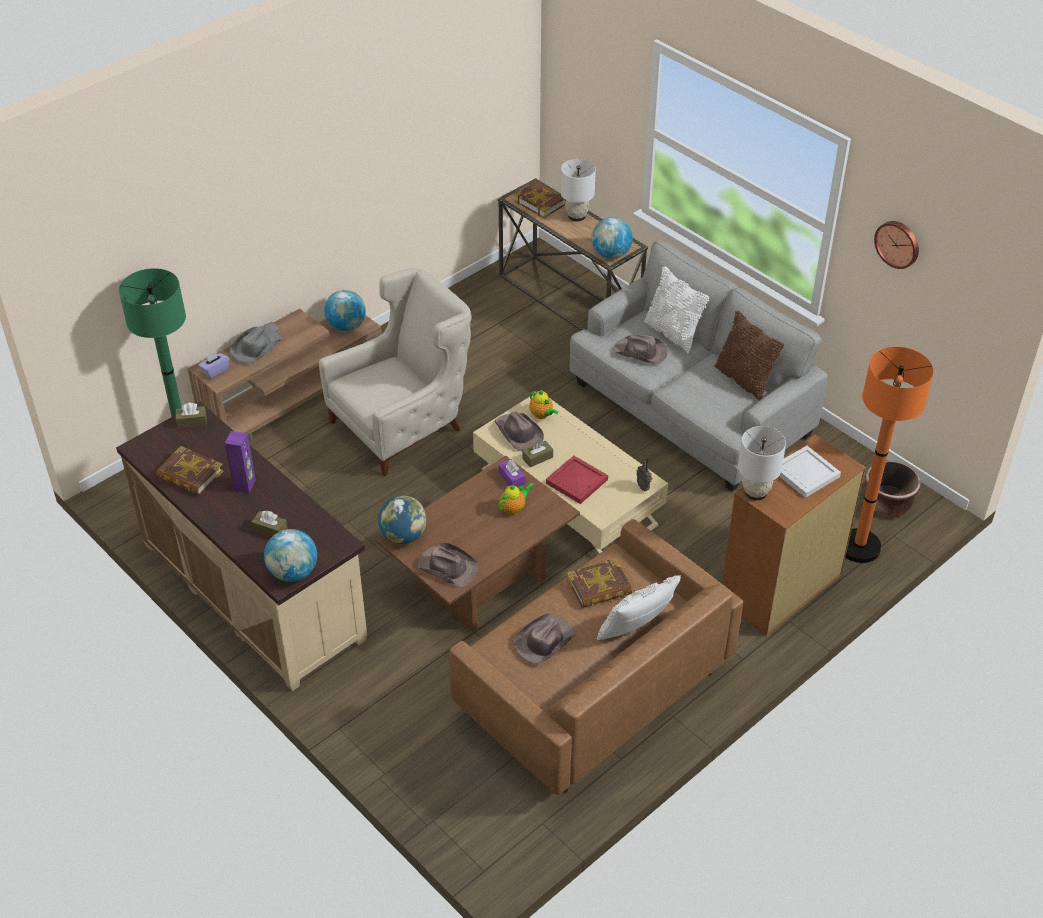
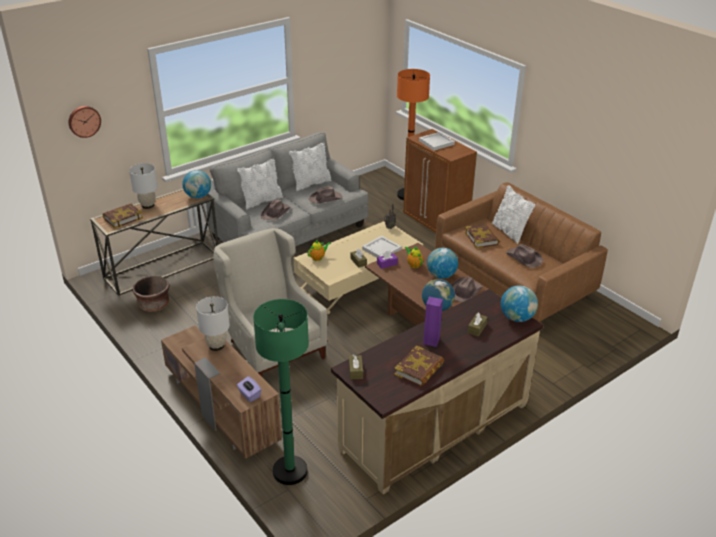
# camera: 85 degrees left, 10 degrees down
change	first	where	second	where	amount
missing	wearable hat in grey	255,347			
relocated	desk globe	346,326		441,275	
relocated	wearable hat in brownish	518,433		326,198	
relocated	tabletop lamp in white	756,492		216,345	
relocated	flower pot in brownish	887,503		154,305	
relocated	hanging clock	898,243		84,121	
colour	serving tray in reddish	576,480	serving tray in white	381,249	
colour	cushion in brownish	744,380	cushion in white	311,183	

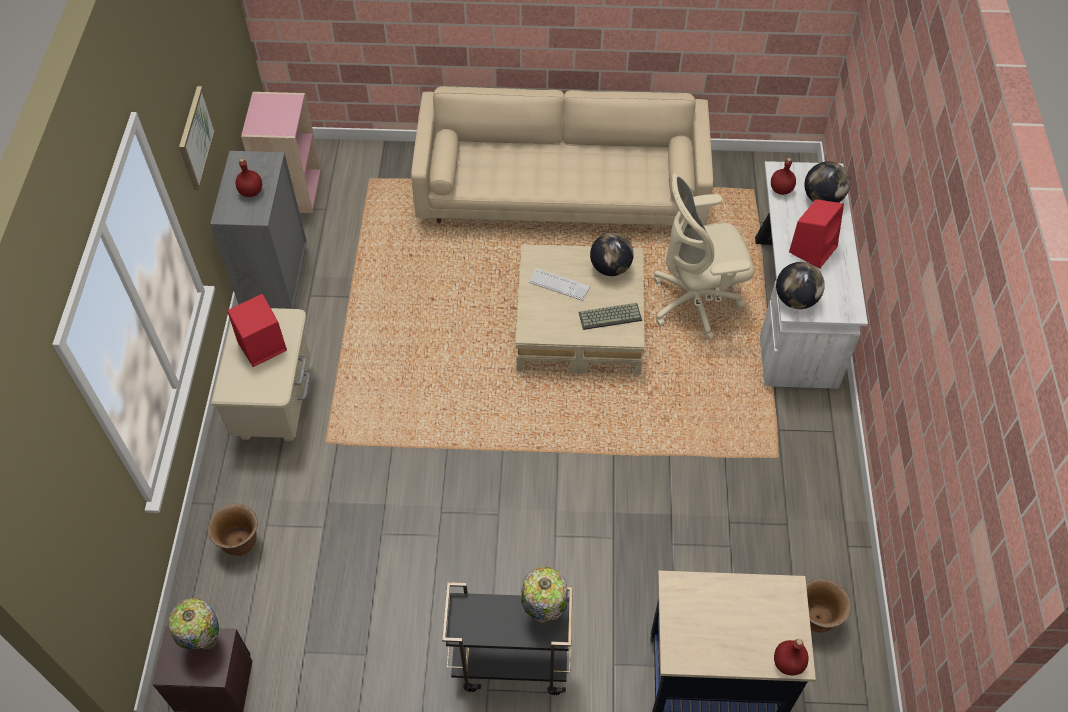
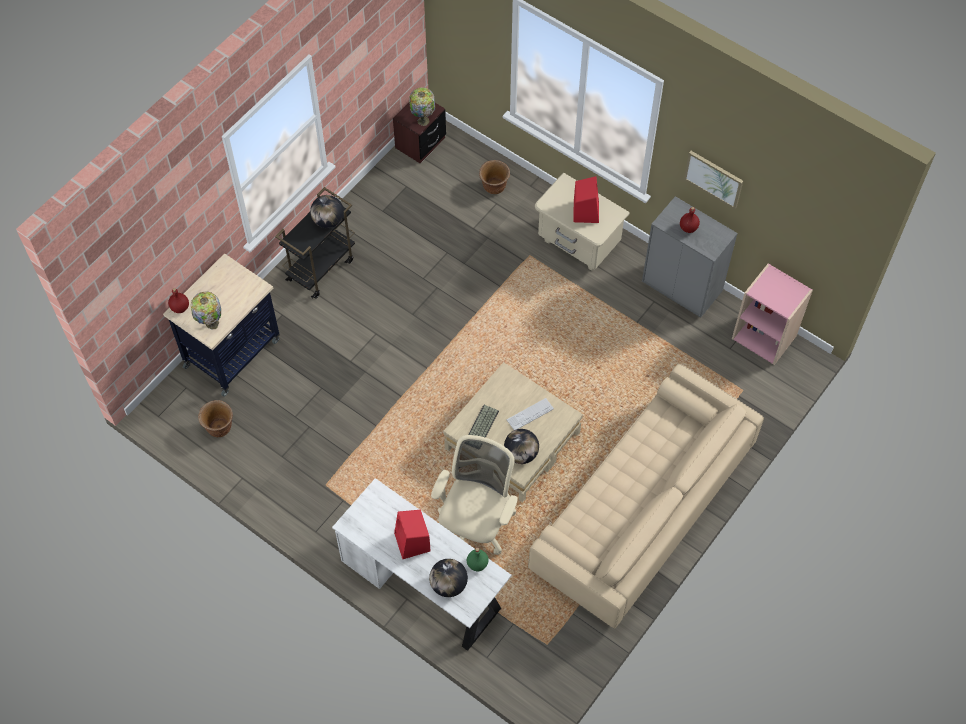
# camera: 125 degrees right, 5 degrees up
change	first	where	second	where	amount
relocated	tabletop lamp	543,613		211,324	
relocated	desk globe	795,299		328,221	
colour	bottle in reddish	781,190	bottle in green-coloured	477,563	

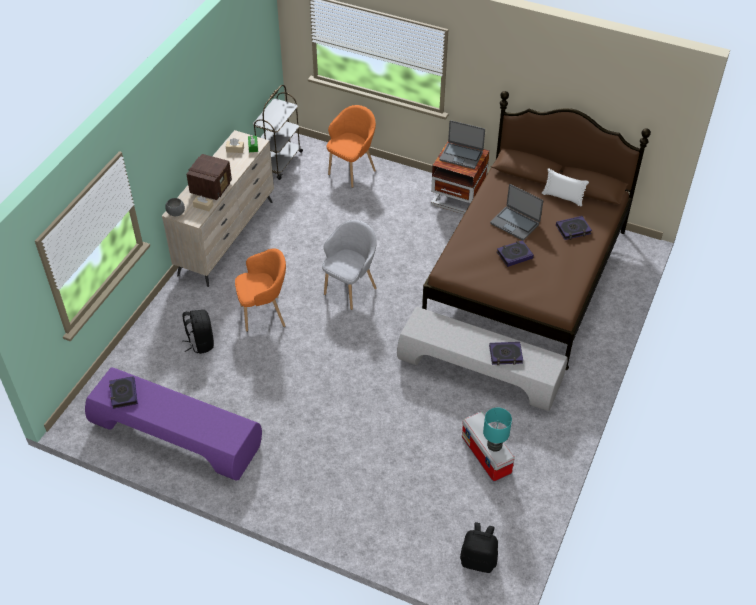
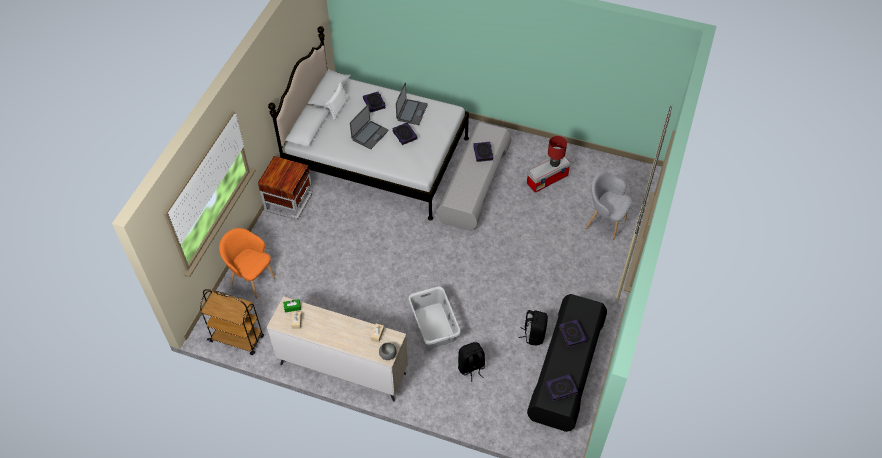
# camera: 95 degrees left, 5 degrees up
change	first	where	second	where	amount
missing	radio	211,187			
appeared			volume	572,334	
relocated	armchair in grey	350,289		604,222	
relocated	notebook computer	461,156		411,112	
relocated	rucksack in blackish	478,560		533,335	
exchanged	armchair in orange	265,314	hamper in grey	434,325	
colour	bench in purplish	176,435	bench in blackish	566,368	
colour	wheeled cart in grey	279,163	wheeled cart in brownish	237,339	
colour	bedroom bed in brownish	526,275	bedroom bed in white	378,158	
colour	tabletop lamp in turquoise	494,445	tabletop lamp in reddish	554,163	

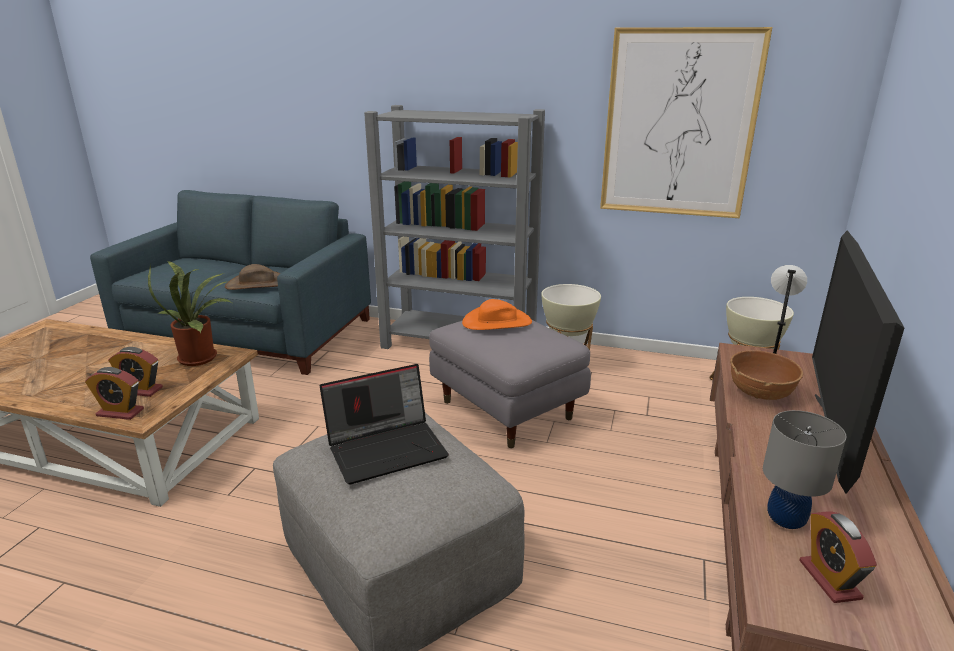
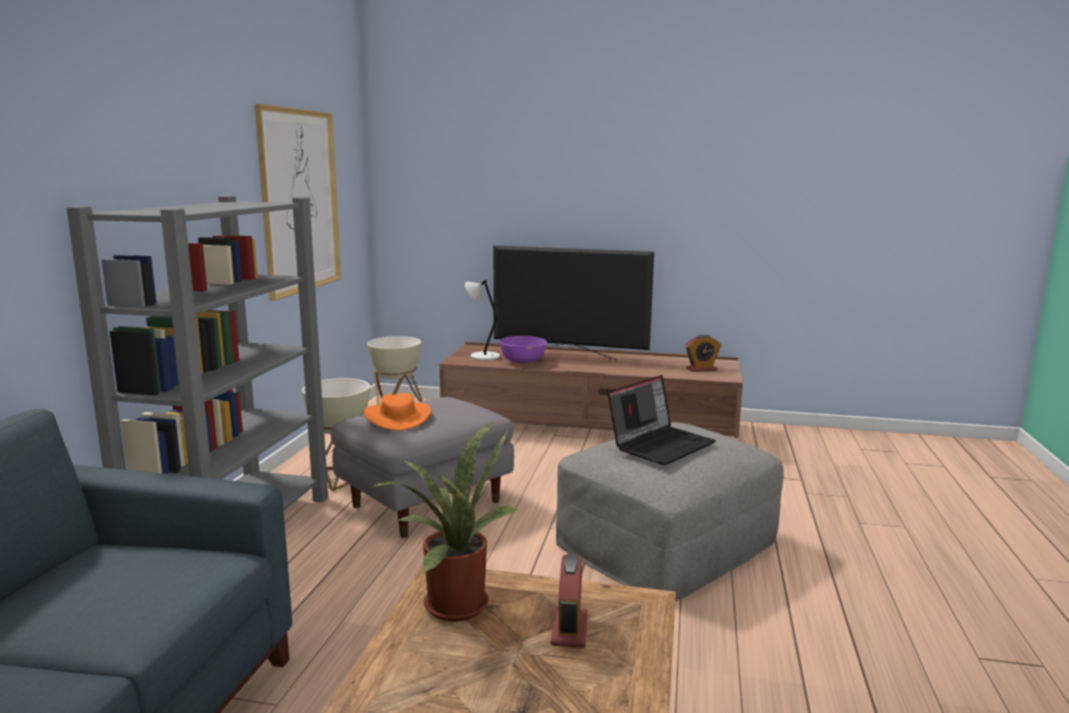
# camera: 95 degrees left, 10 degrees down
change	first	where	second	where	amount
missing	alarm clock	120,412			
missing	wearable hat in brownish	257,284			
missing	tabletop lamp in grey	784,521			
colour	deep dish in brownish	760,393	deep dish in purplish	522,362	
spun	notebook computer	387,448		661,444	75 degrees clockwise

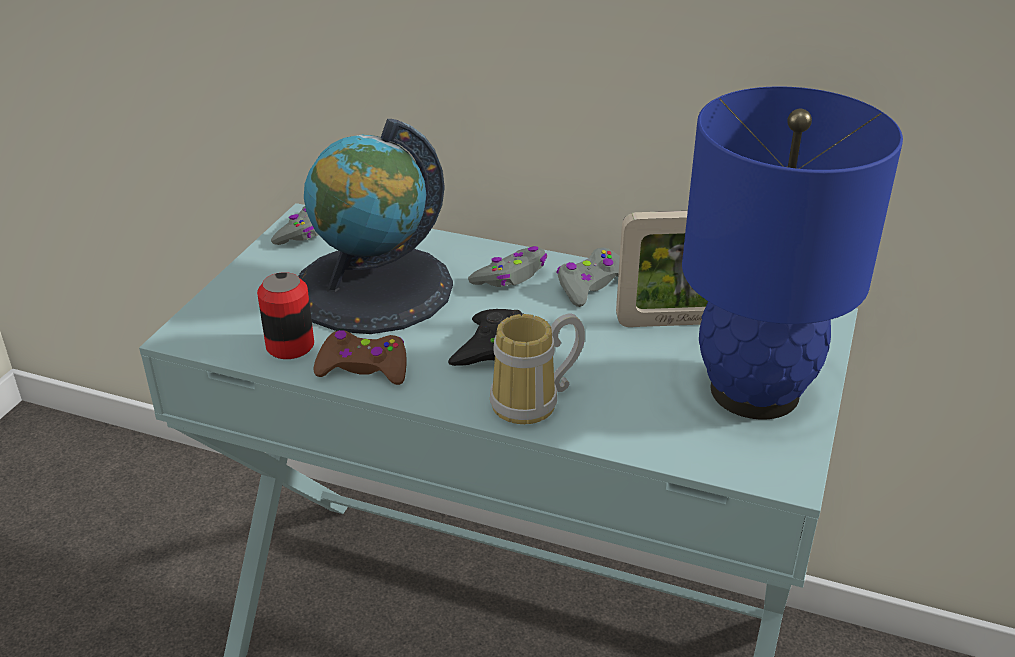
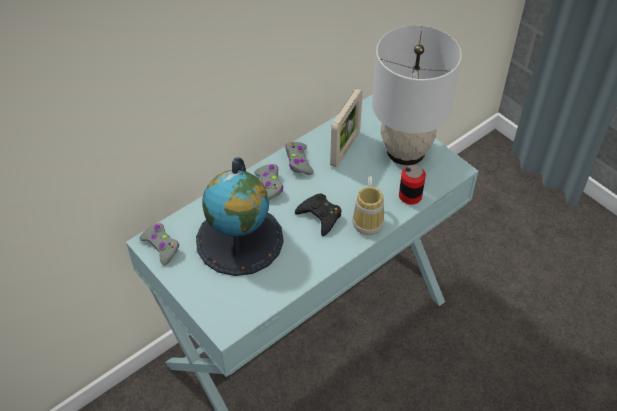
# camera: 60 degrees left, 15 degrees up
change	first	where	second	where	amount
missing	gamepad in brownish	363,368			
relocated	sealed can	290,346		410,196	
colour	tabletop lamp in bluish	754,391	tabletop lamp in white	405,151	

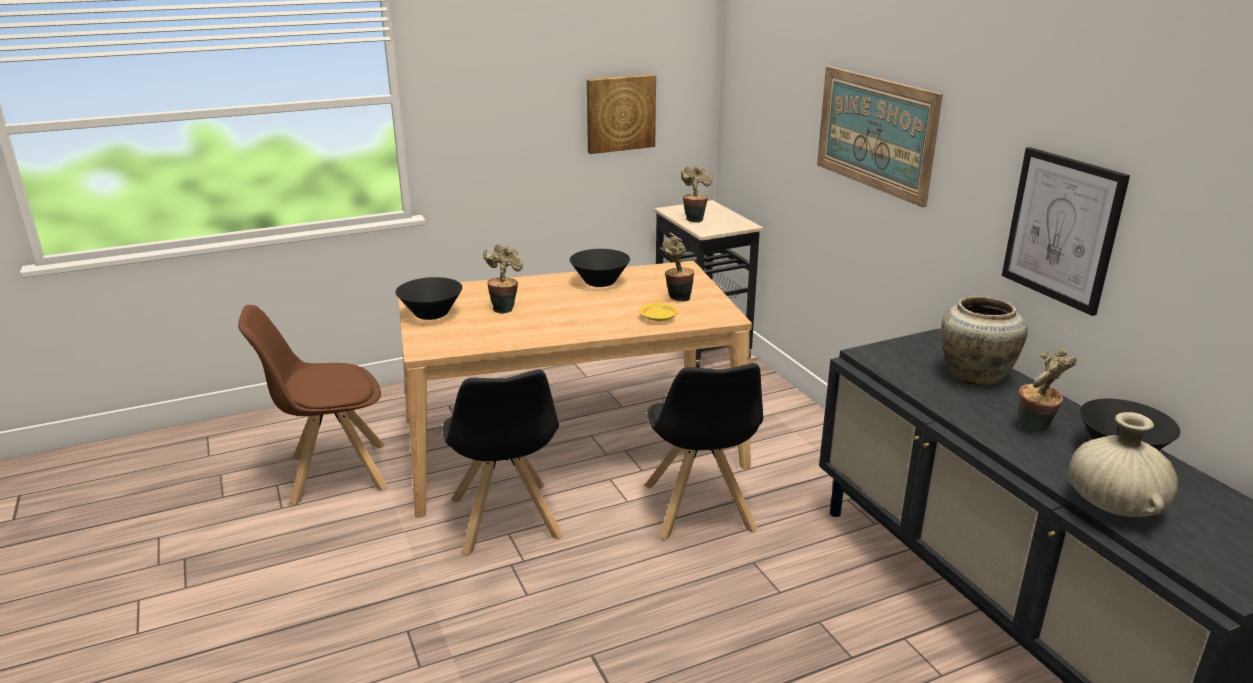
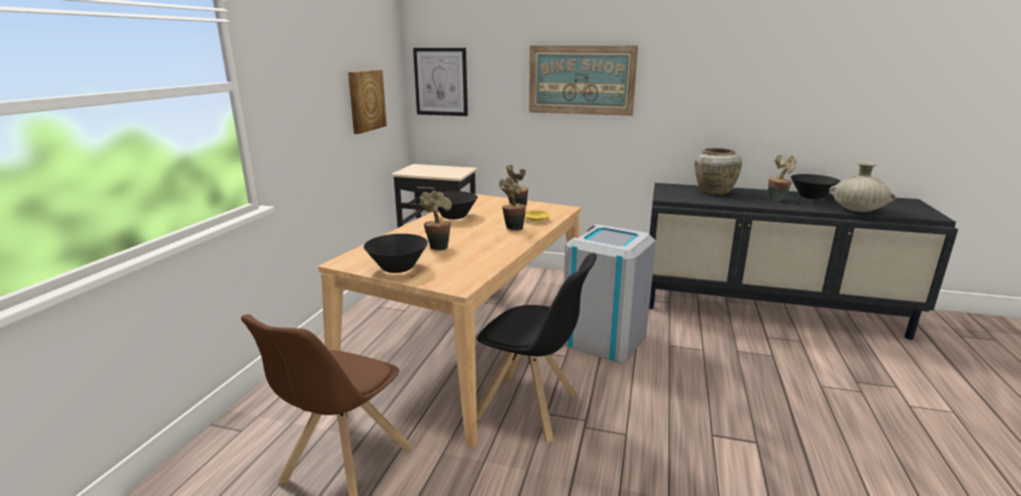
# camera: 50 degrees left, 5 degrees down
change	first	where	second	where	amount
relocated	potted plant	694,219		513,228	
relocated	wall art	1062,229		441,82	
exchanged	upright chair in blackish	700,511	trash can in grey	604,339	

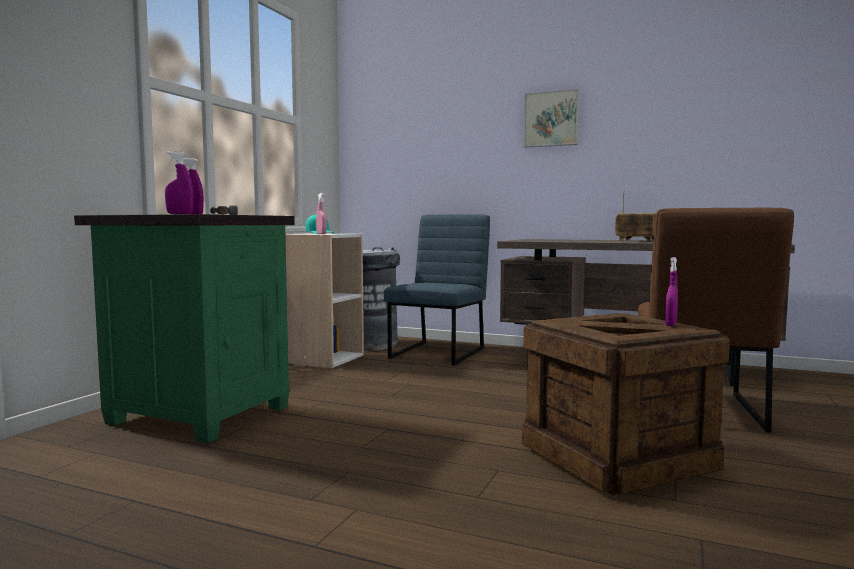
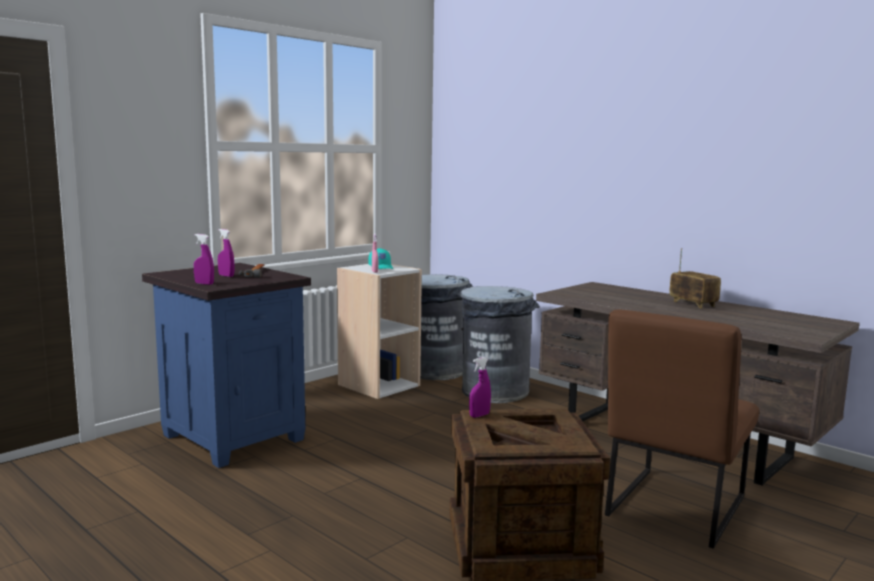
# camera: 20 degrees right, 5 degrees up
change	first	where	second	where	amount
missing	wall art	551,119			
relocated	hand sprayer in purplish	670,325		479,415	
exchanged	upright chair in bluish	439,352	trash can in grey	495,391	
colour	storage cabinet in green-coloured	197,414	storage cabinet in bluish	232,436	

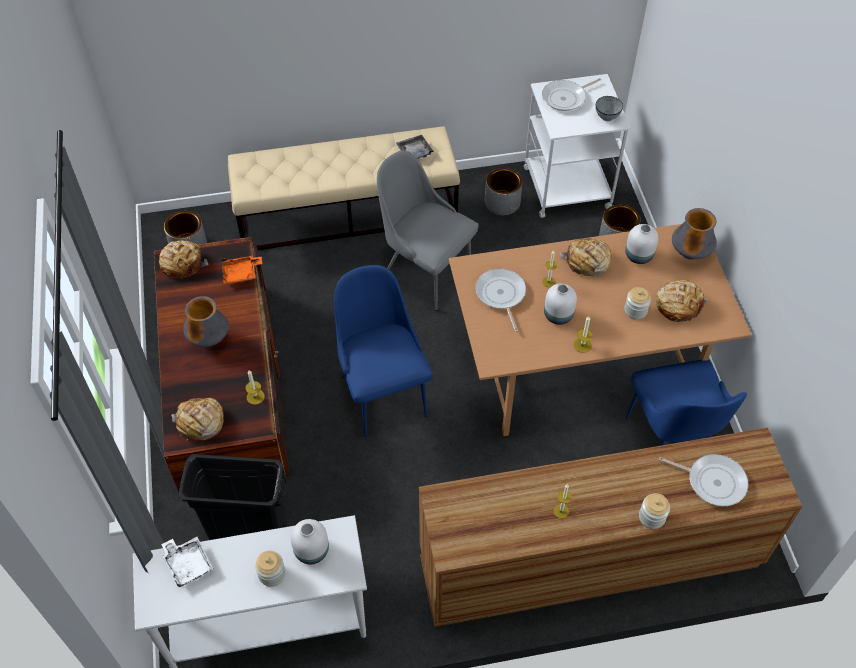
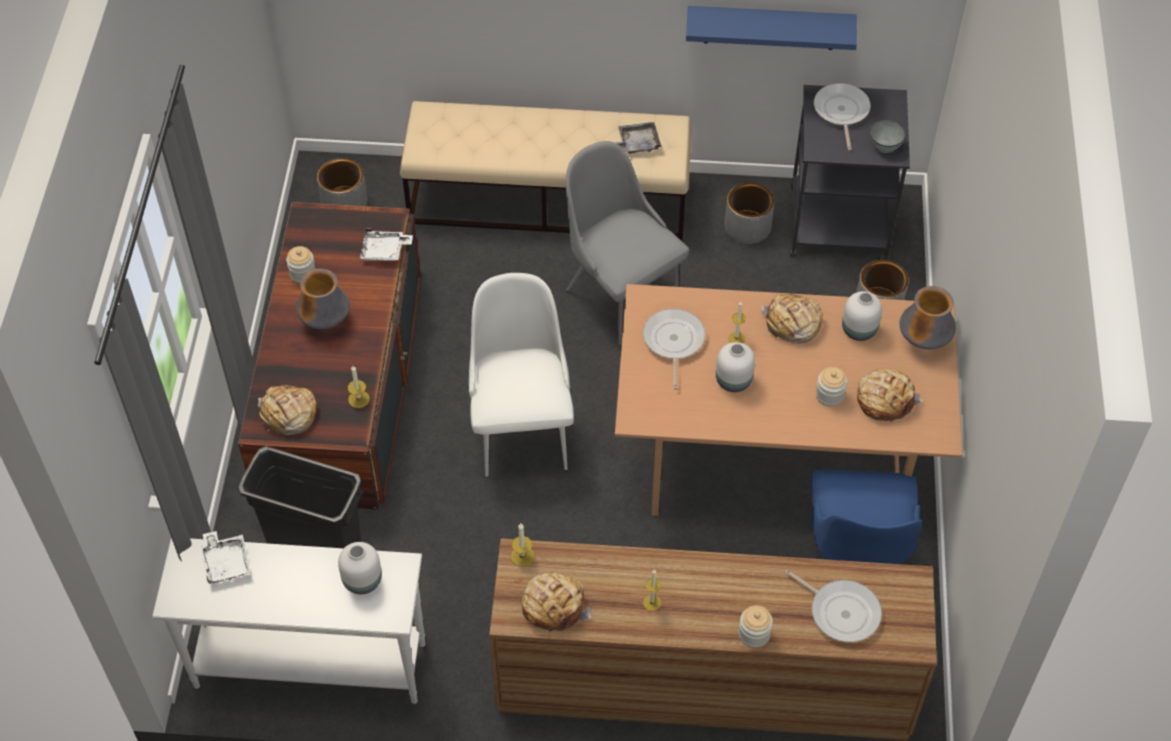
# camera: 15 degrees right, 0 degrees up
change	first	where	second	where	amount
appeared			shelf in bluish	769,27	
relocated	baked bread	182,263		554,605	
relocated	jar	272,574		302,273	
relocated	wax light	582,345		522,556	
colour	serving tray in orange	241,273	serving tray in white	384,251	
colour	upright chair in bluish	382,395	upright chair in white	521,434	
colour	wheeled cart in white	568,187	wheeled cart in blackish	840,224	
spun	pan	566,98		841,112	105 degrees clockwise

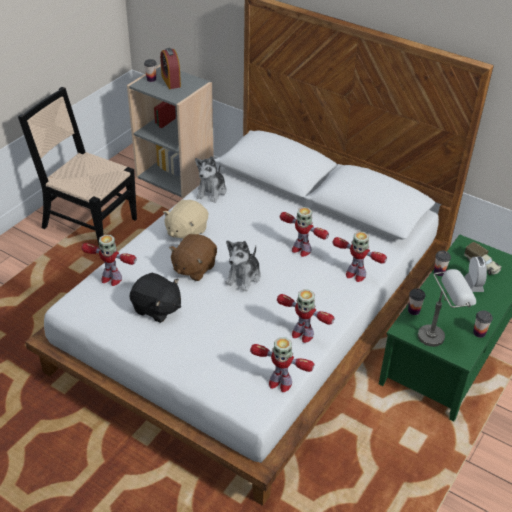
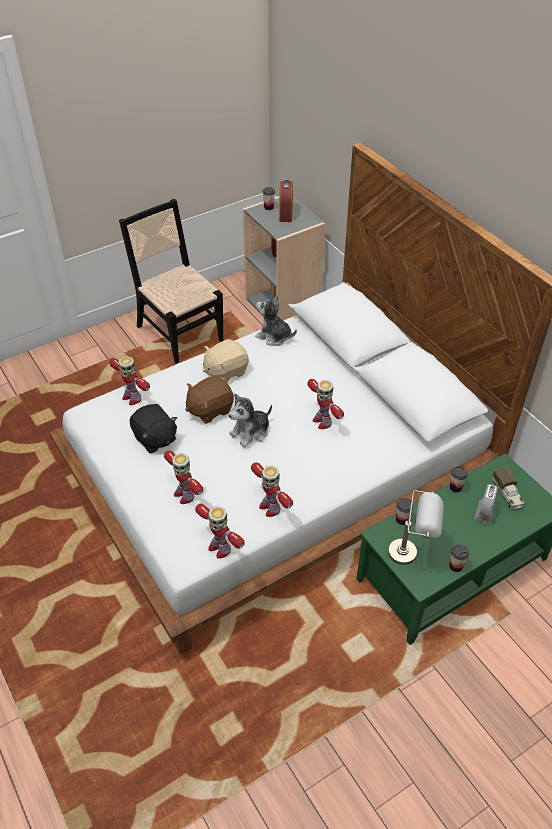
# camera: 25 degrees right, 5 degrees up
change	first	where	second	where	amount
relocated	toy robot	355,274		184,495	
spun	plush toy	212,191		274,336	75 degrees clockwise

